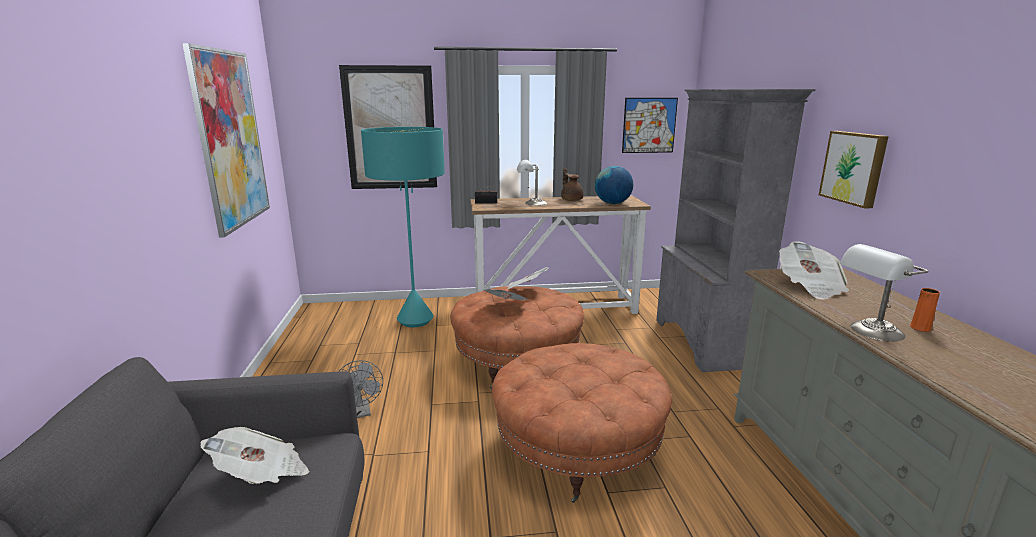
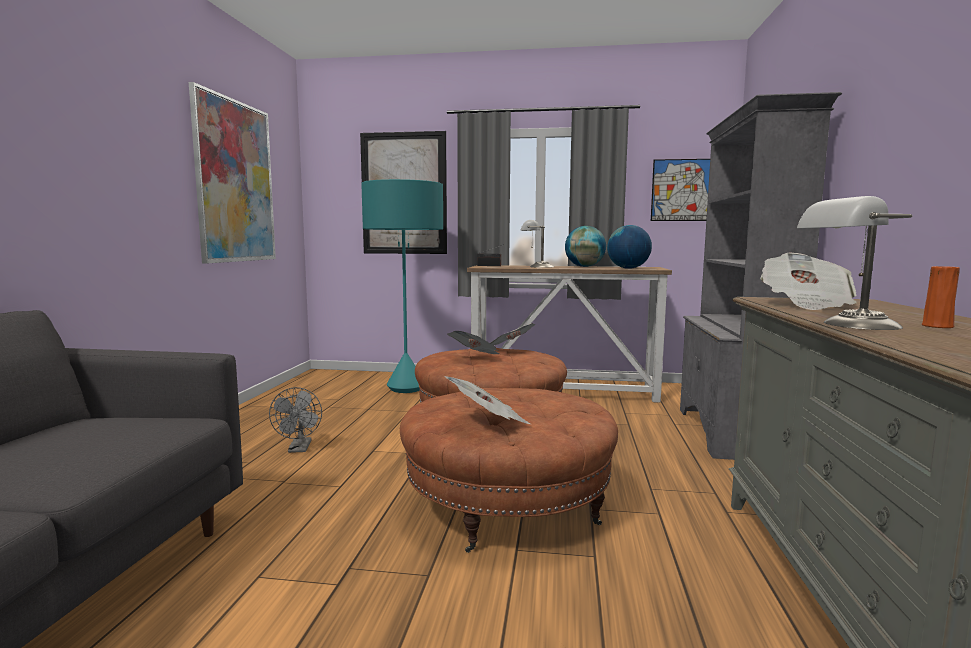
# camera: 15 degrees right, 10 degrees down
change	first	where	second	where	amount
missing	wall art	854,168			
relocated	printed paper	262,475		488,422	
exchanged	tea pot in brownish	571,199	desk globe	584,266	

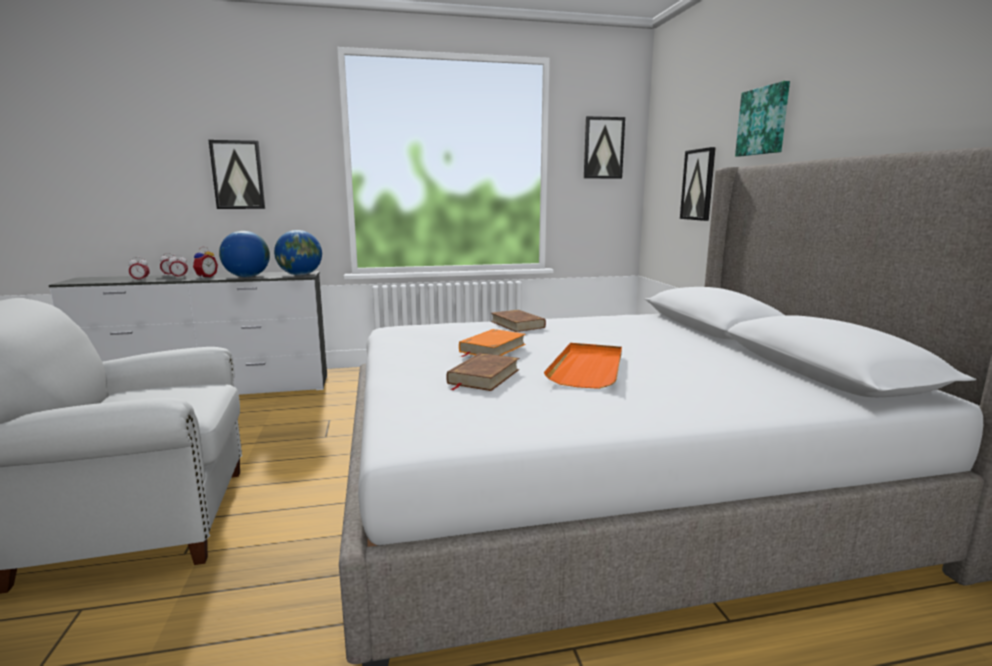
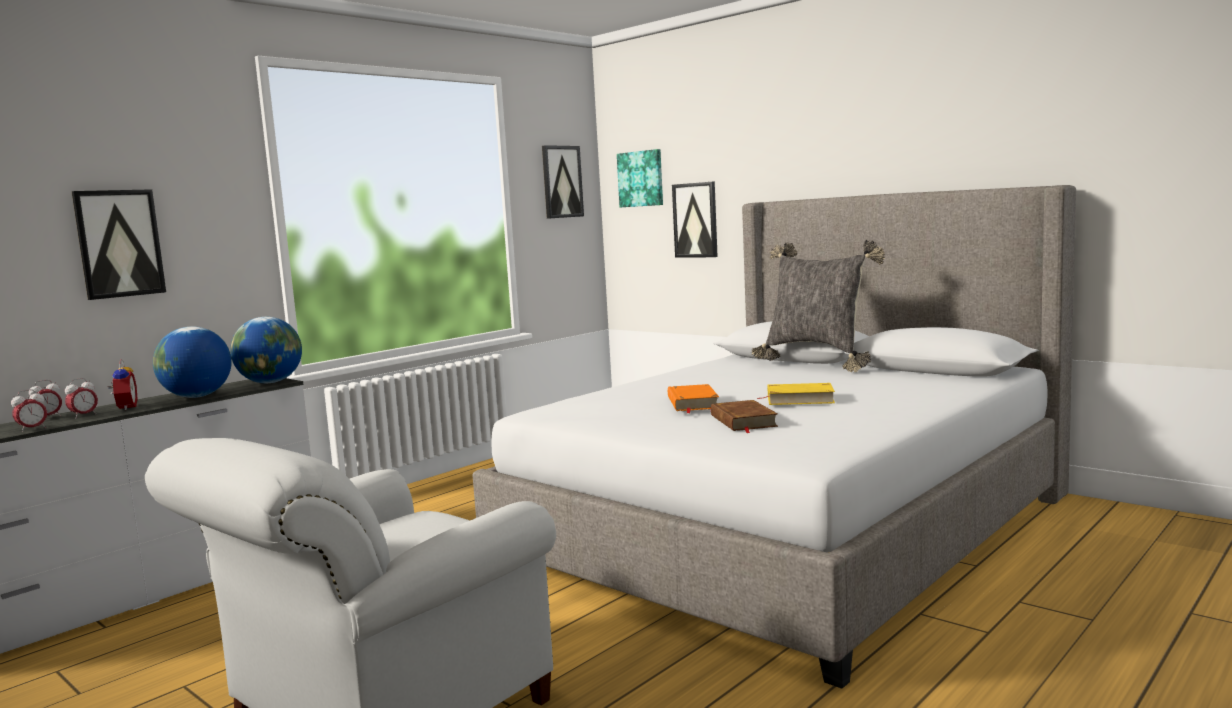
# camera: 35 degrees left, 5 degrees down
change	first	where	second	where	amount
missing	volume in brownish	517,324			
appeared			cushion	819,365	
relocated	wall art	763,121		641,179	
exchanged	serving tray in orange	588,368	volume in yellow	799,399	

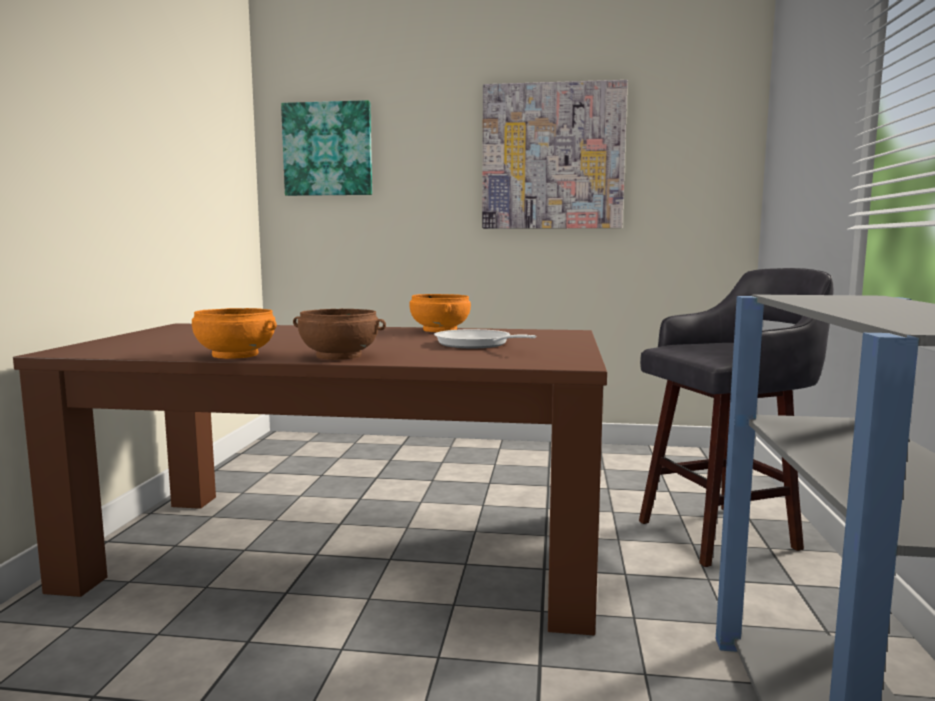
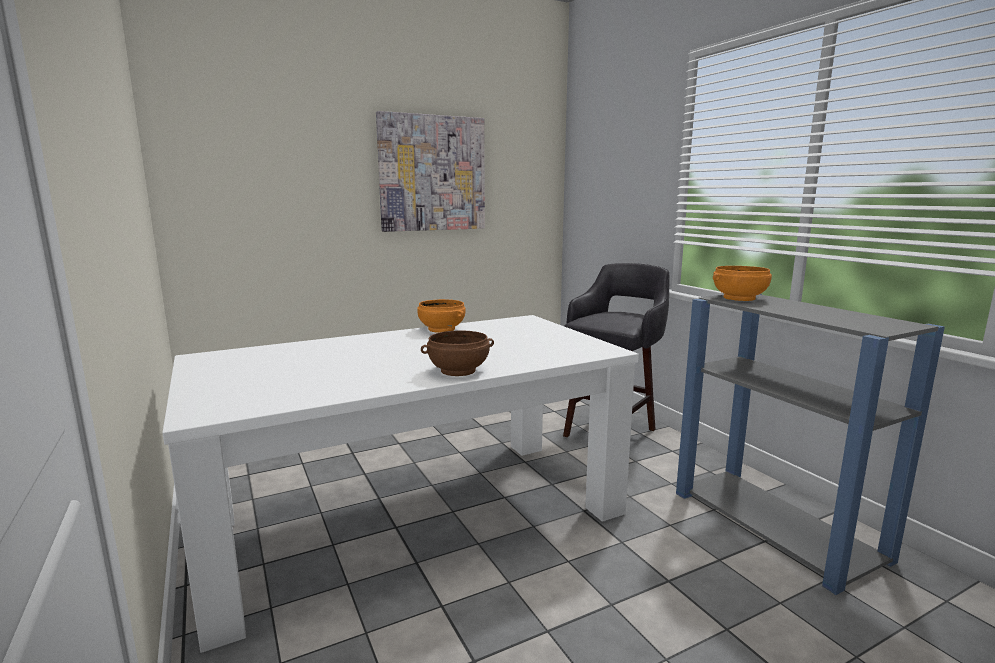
# camera: 35 degrees left, 5 degrees up
change	first	where	second	where	amount
missing	wall art	328,149			
missing	pan	476,344			
relocated	deep dish in orange	235,355		739,298	
colour	dinner table in brownish	347,550	dinner table in white	414,516	

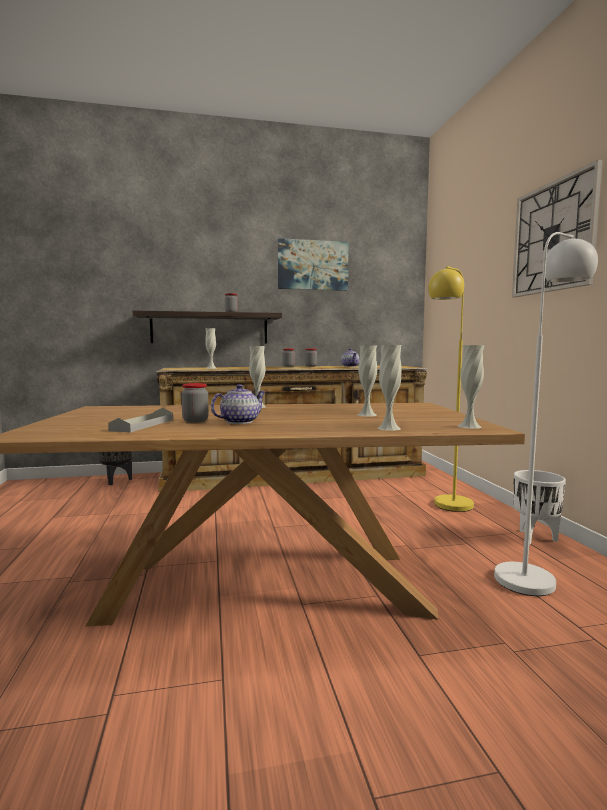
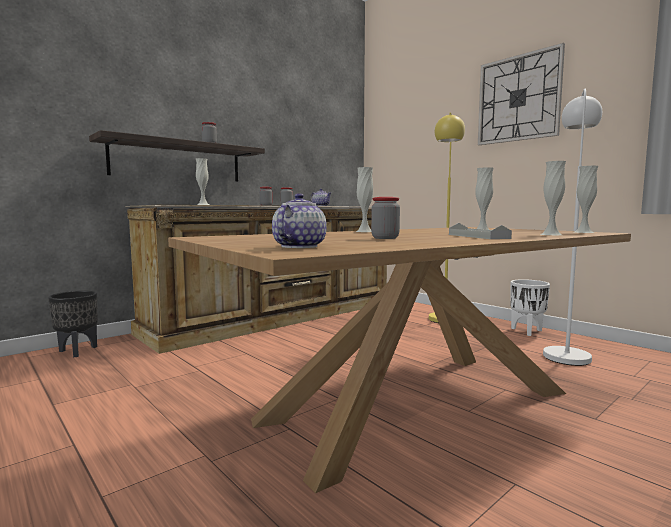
# camera: 30 degrees left, 0 degrees up
change	first	where	second	where	amount
missing	wall art	313,265			
relocated	serving tray in grey	143,425		477,236	
relocated	tea pot	239,421		298,246	

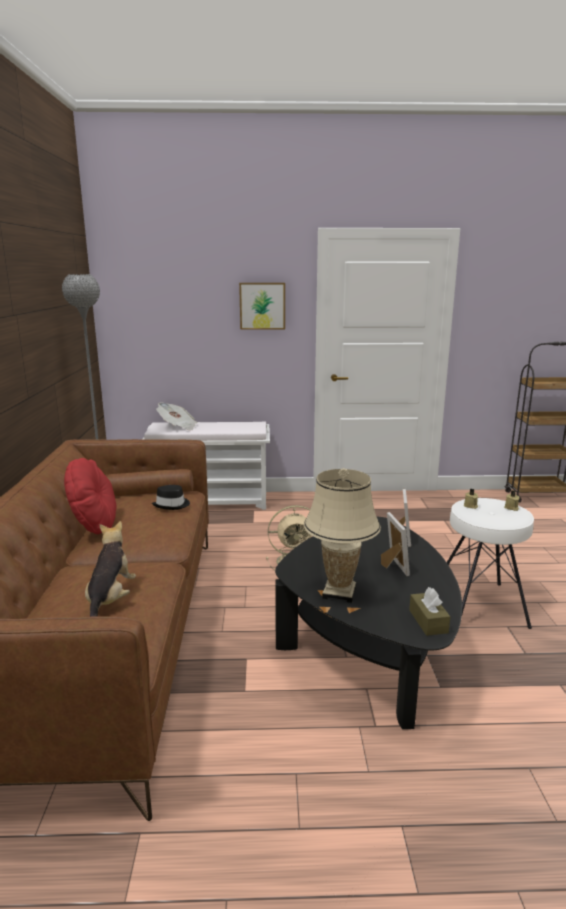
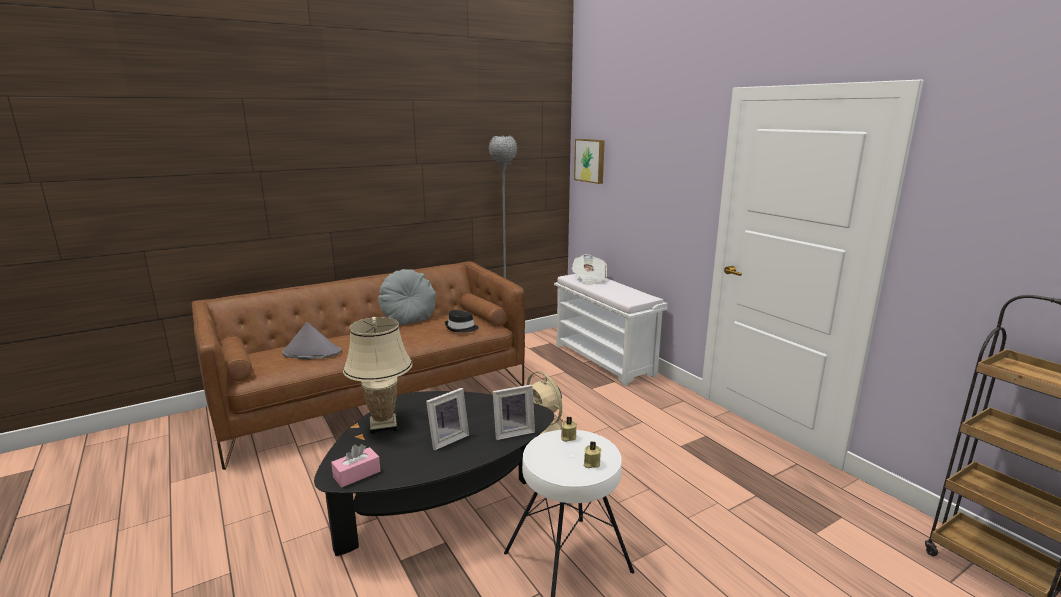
# camera: 60 degrees right, 0 degrees up
change	first	where	second	where	amount
relocated	wall art	262,306		590,160	
exchanged	plush toy	110,600	wearable hat in grey	311,352	
colour	cushion in reddish	95,527	cushion in grey	409,321	
colour	box of tissues in brownish	428,621	box of tissues in pinkish	357,474	

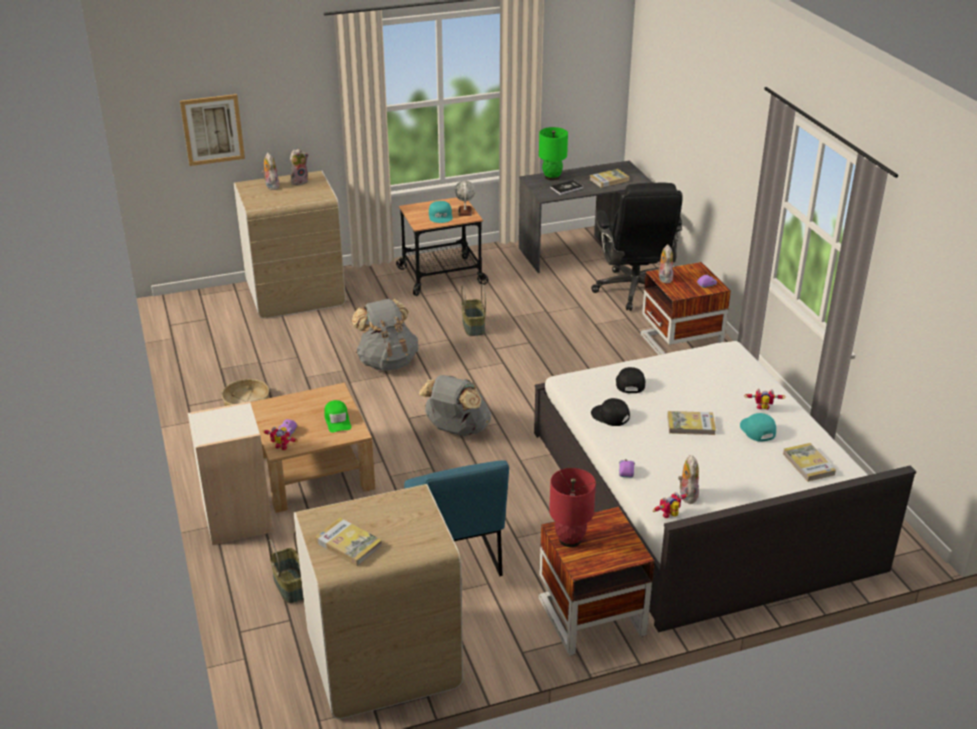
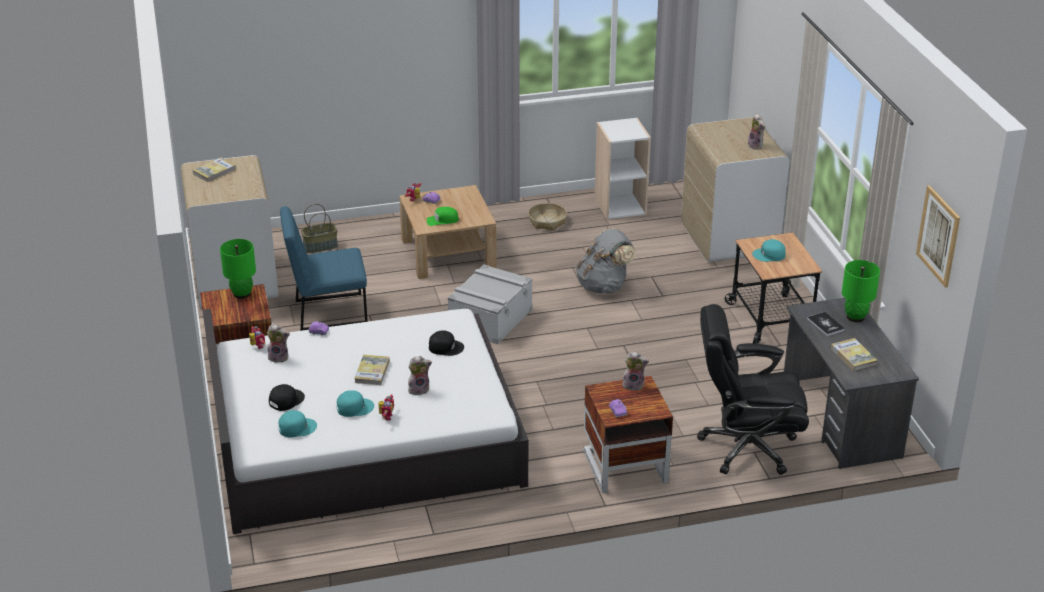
# camera: 95 degrees right, 0 degrees up
change	first	where	second	where	amount
missing	desk globe	465,211			
missing	basket	473,326			
relocated	wall art	212,129		938,236	
relocated	bookcase	238,519		620,206	
relocated	plush toy	271,186		419,389	
relocated	cap in blackish	610,416		286,400	
exchanged	rucksack in grey	456,430	storage box in grey	490,318	
exchanged	volume	808,464	cap in turquoise	297,427	
colour	tabletop lamp in reddish	569,539	tabletop lamp in green-coloured	242,294	

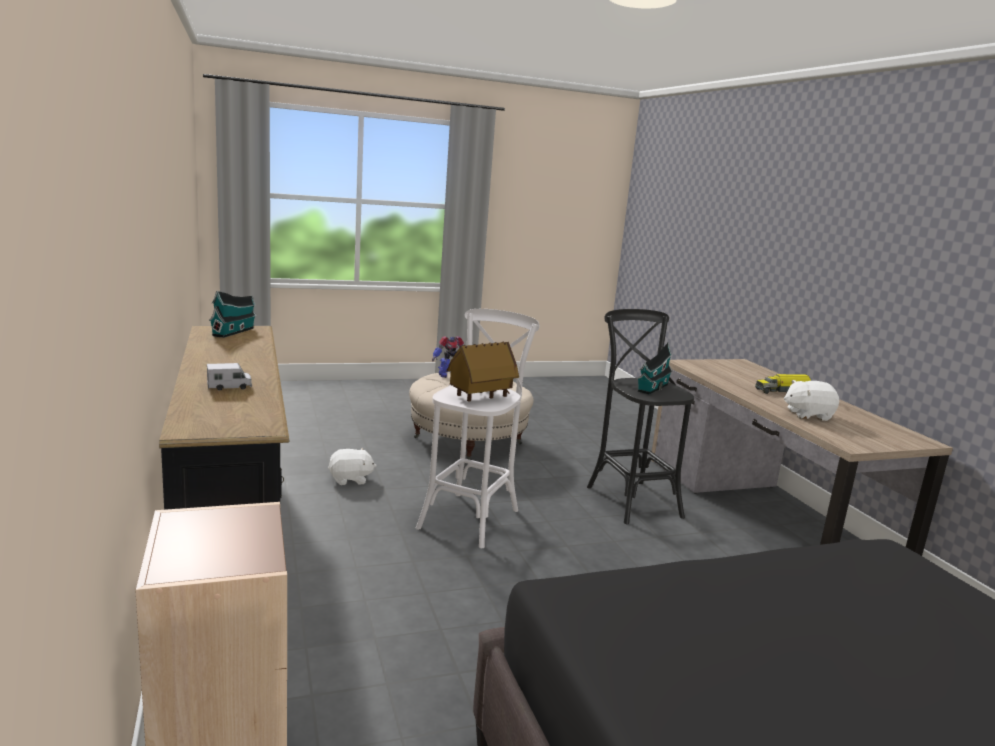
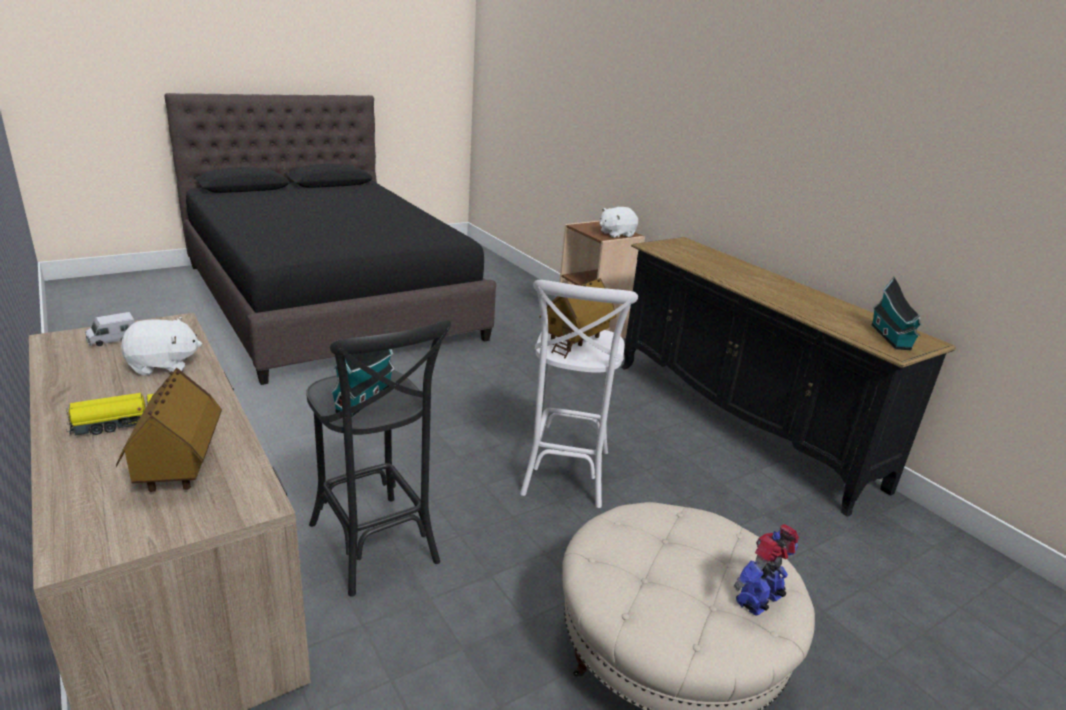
# camera: 165 degrees right, 10 degrees up
change	first	where	second	where	amount
appeared			miniature house	178,469	
relocated	toy lorry	229,387		112,340	
relocated	plush toy in white	350,479		616,234	

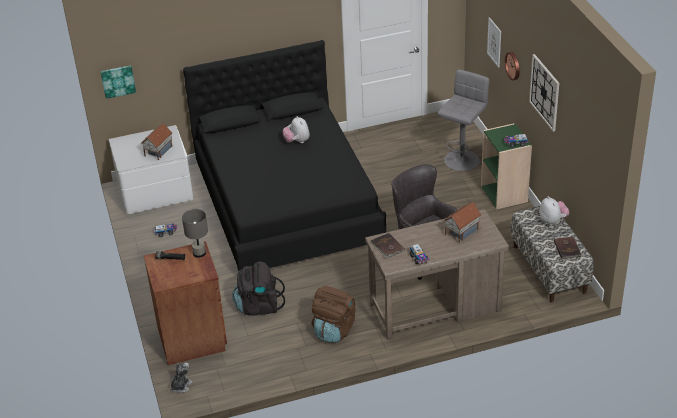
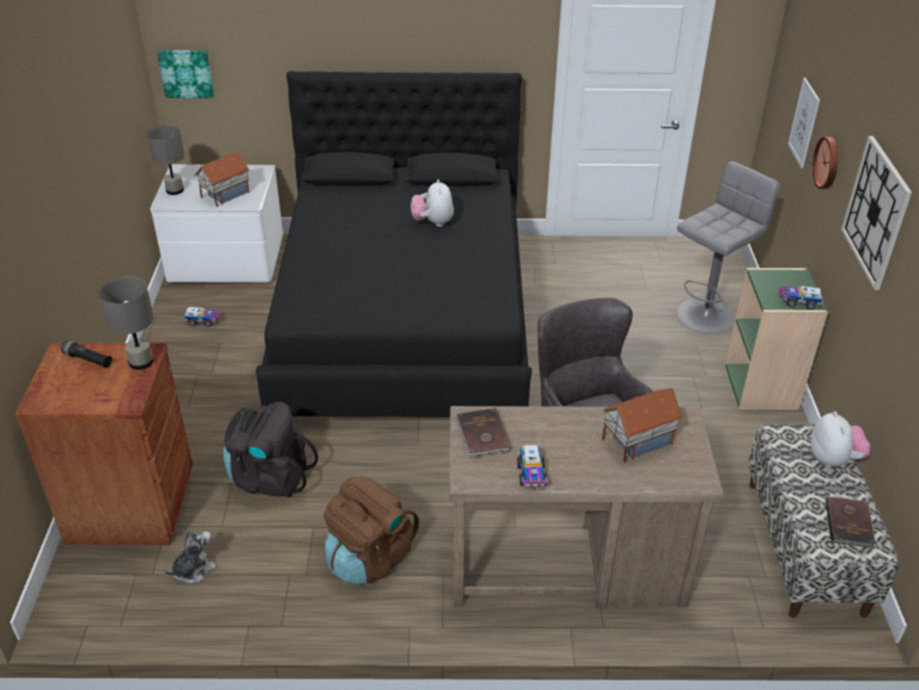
# camera: 15 degrees right, 0 degrees up
change	first	where	second	where	amount
appeared			tabletop lamp in grey	175,190	
relocated	plush toy	181,386		193,569	

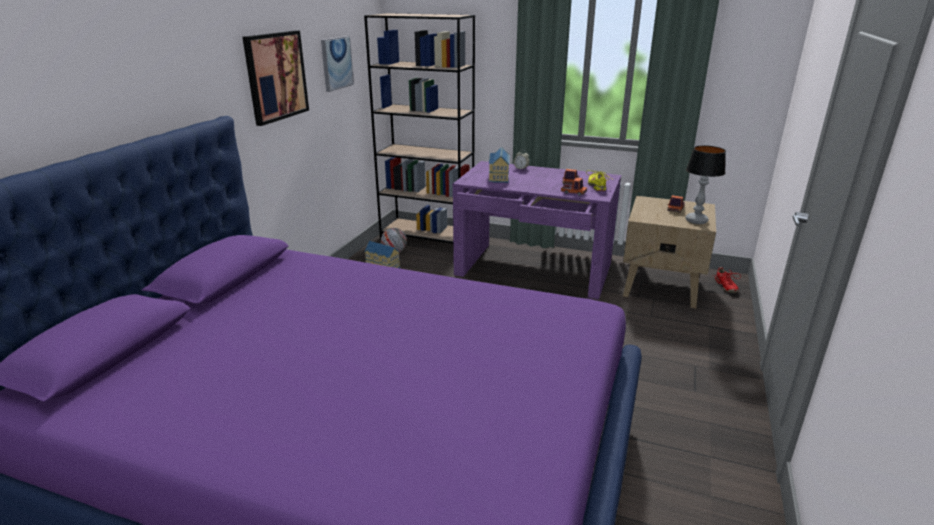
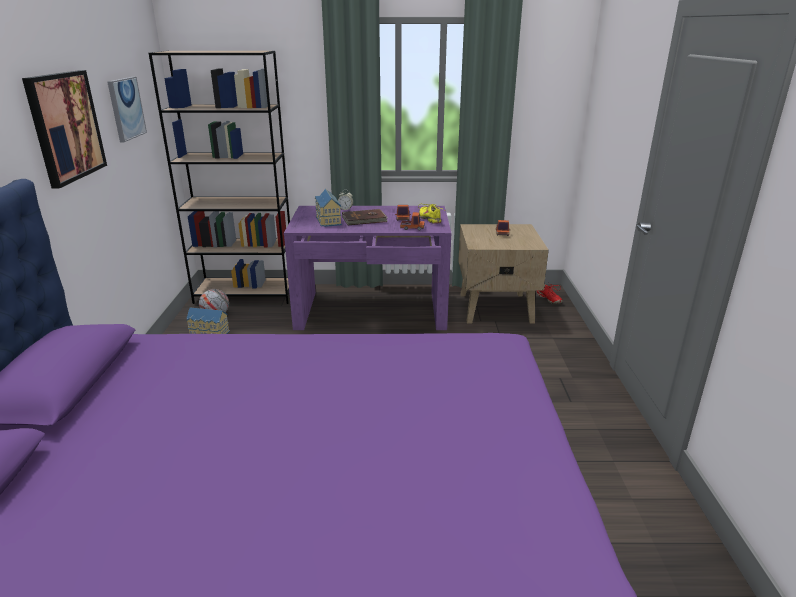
# camera: 20 degrees left, 0 degrees up
change	first	where	second	where	amount
missing	tabletop lamp	696,221			
appeared			volume in brownish	364,219	

